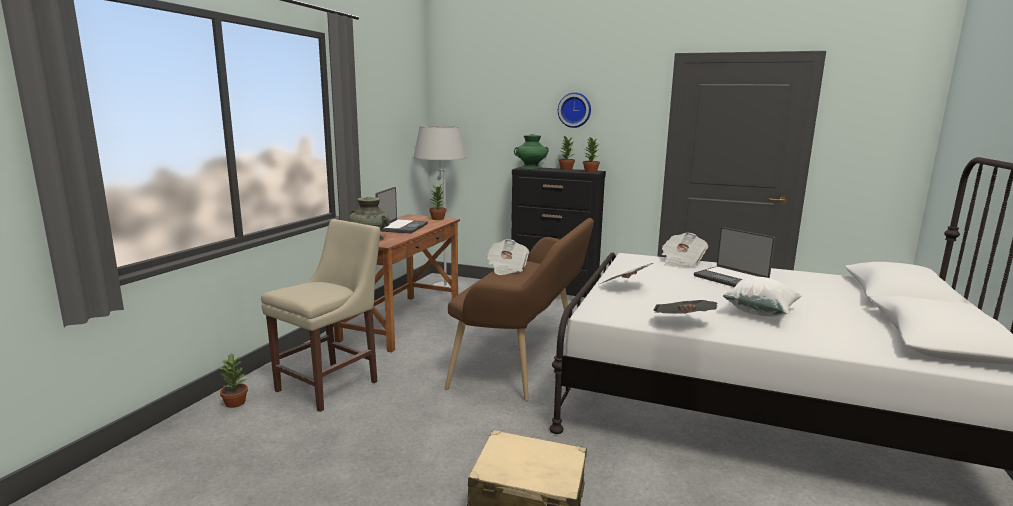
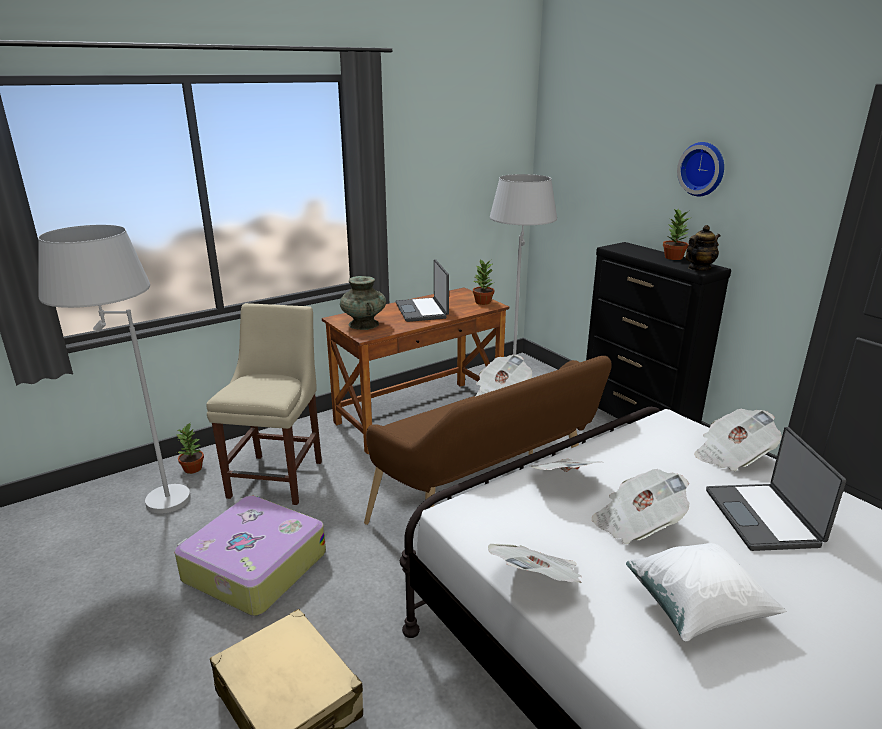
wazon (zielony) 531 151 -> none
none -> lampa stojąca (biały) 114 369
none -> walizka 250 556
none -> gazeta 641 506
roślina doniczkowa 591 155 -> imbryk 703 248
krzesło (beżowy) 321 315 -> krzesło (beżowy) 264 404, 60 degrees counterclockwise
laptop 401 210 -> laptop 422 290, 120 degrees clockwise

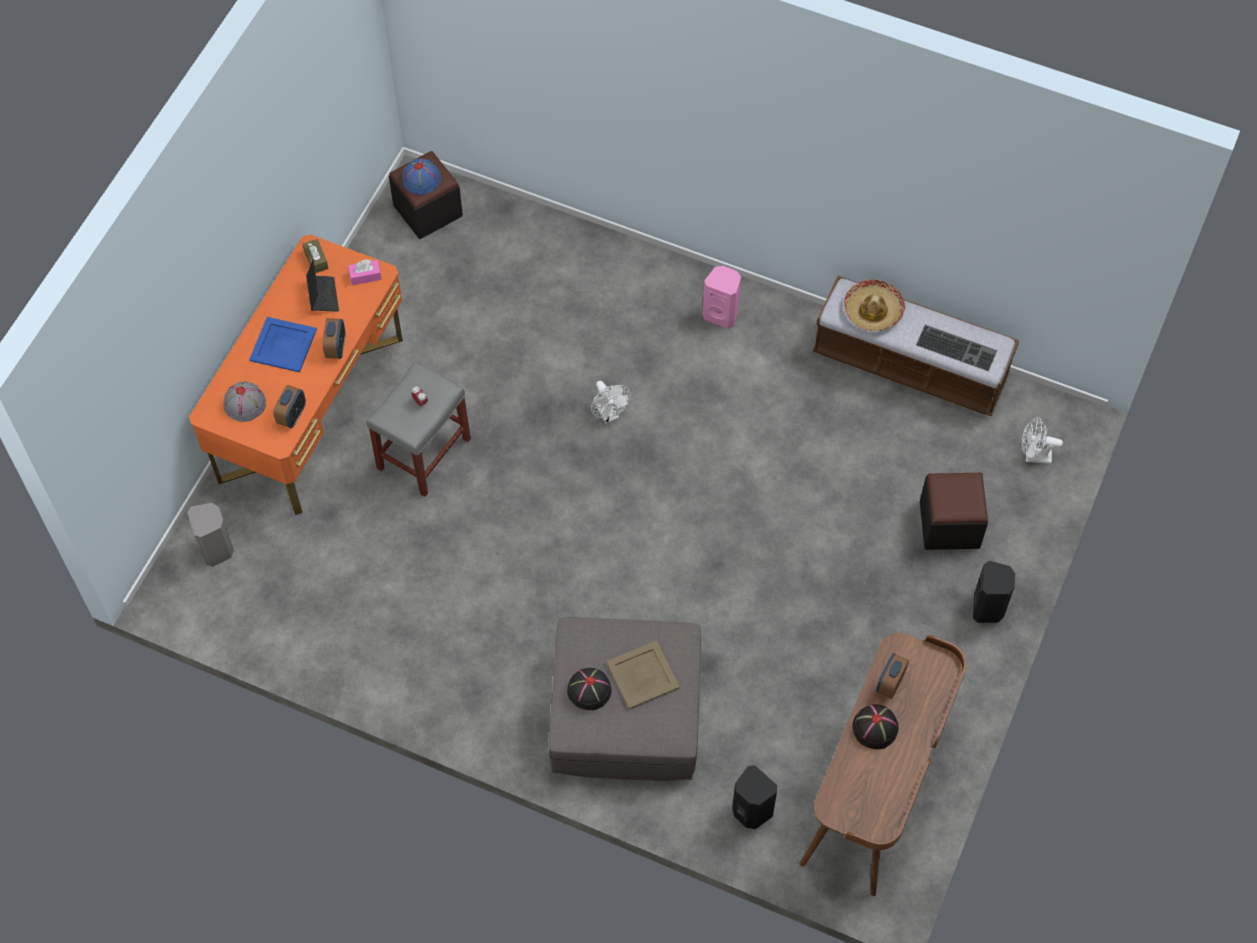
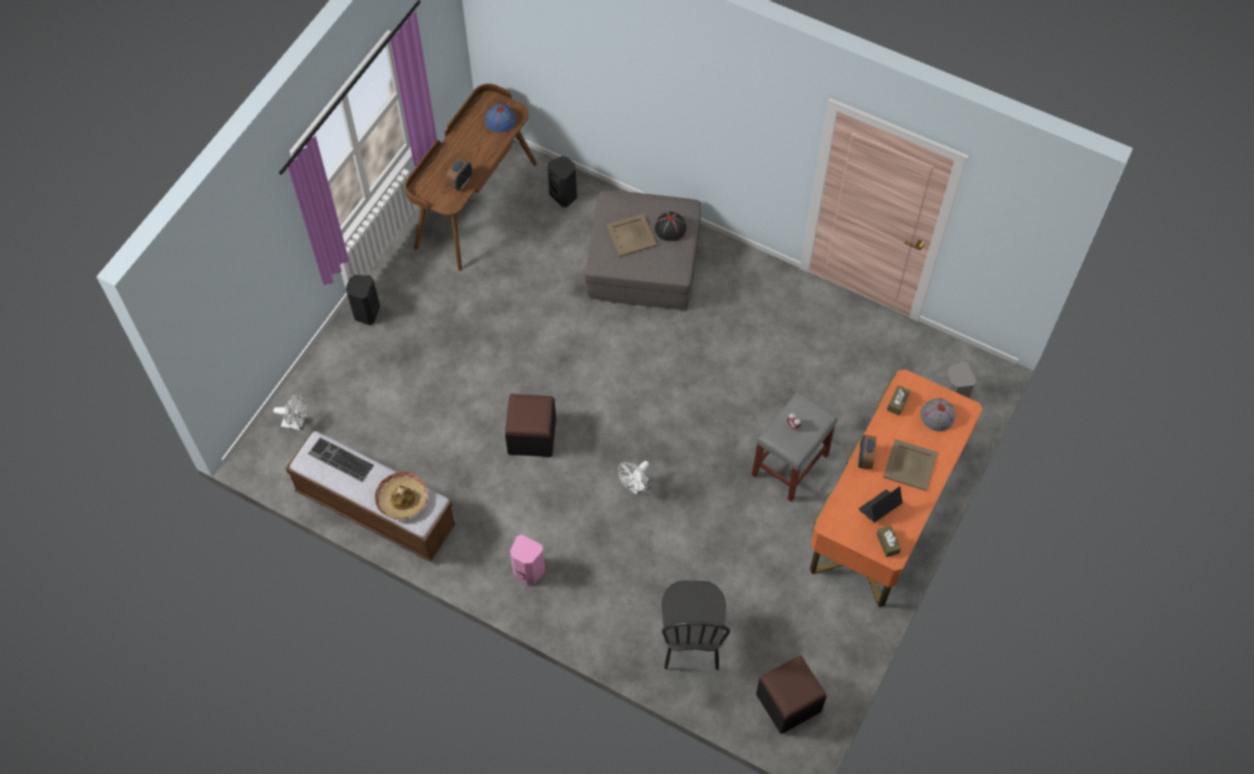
pudełko chusteczek (różowy) 365 272 -> none
kapelusz (czarny) 875 726 -> none
none -> krzesło (czarny) 695 625
kapelusz (niebieski) 421 176 -> kapelusz (niebieski) 500 118, shifted
pufa (czarny) 954 511 -> pufa (czarny) 530 425, shifted
budzik 289 406 -> pudełko chusteczek (brązowy) 898 400
taca (niebieski) 283 344 -> taca (beżowy) 910 465
laptop 322 285 -> laptop 880 504, 60 degrees clockwise
wentylator (biały) 611 402 -> wentylator (biały) 633 477, 120 degrees counterclockwise

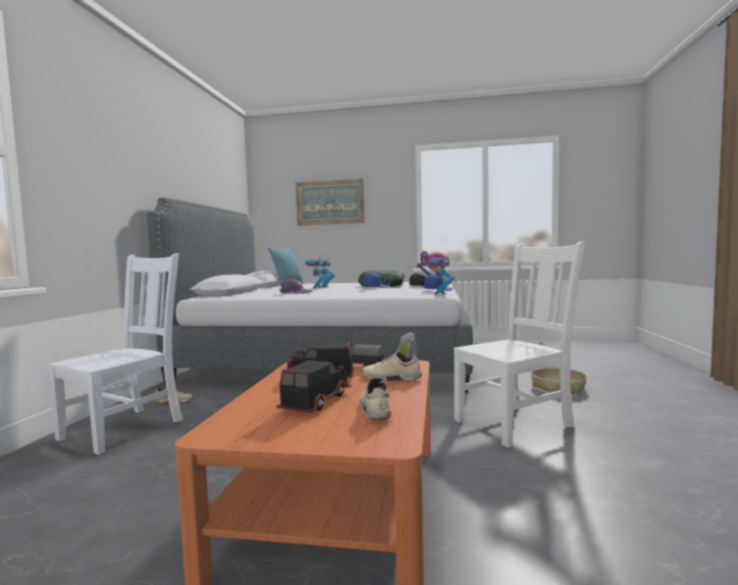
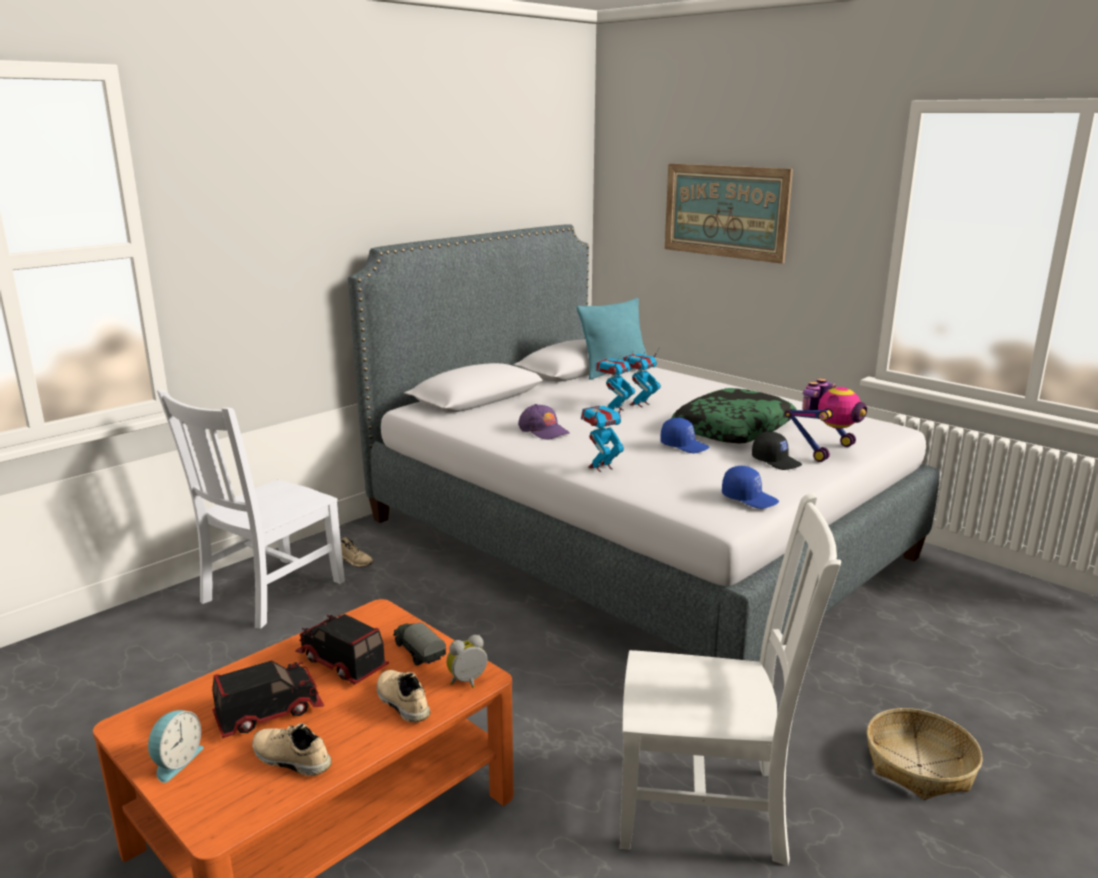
none -> budzik 176 746
robot zabawkowy 440 272 -> robot zabawkowy 602 436, shifted
krzesło (biały) 115 354 -> krzesło (biały) 251 509, 150 degrees clockwise
but (beżowy) 375 398 -> but (beżowy) 292 749, 90 degrees counterclockwise

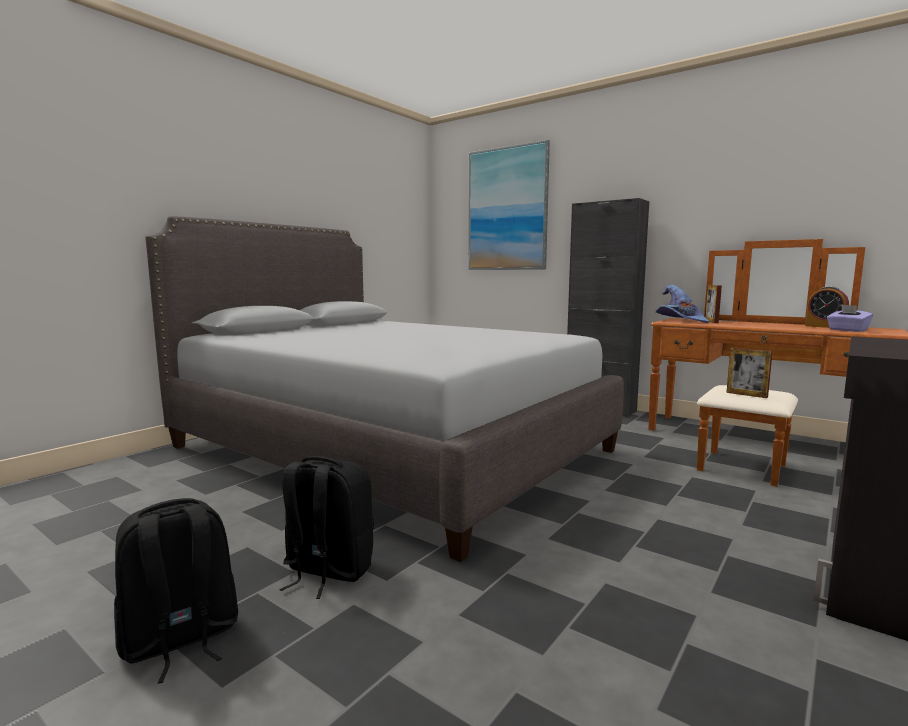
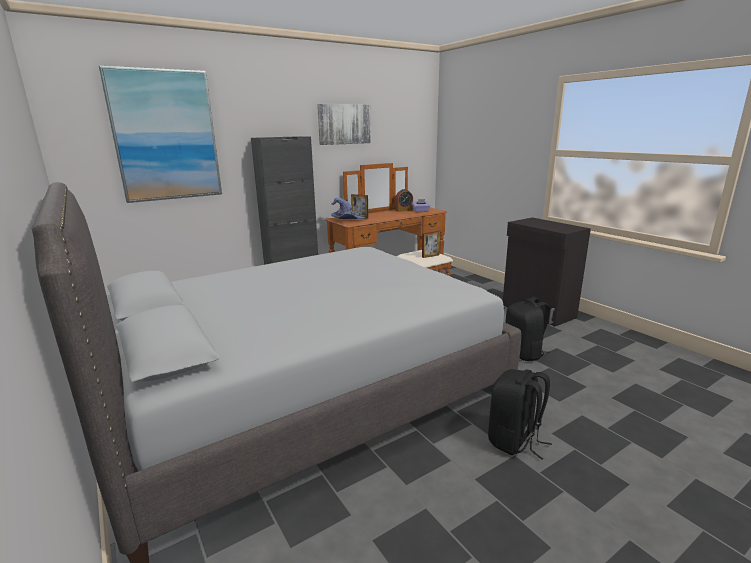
none -> obraz 344 124
plecak (czarny) 176 591 -> plecak (czarny) 527 329, shifted

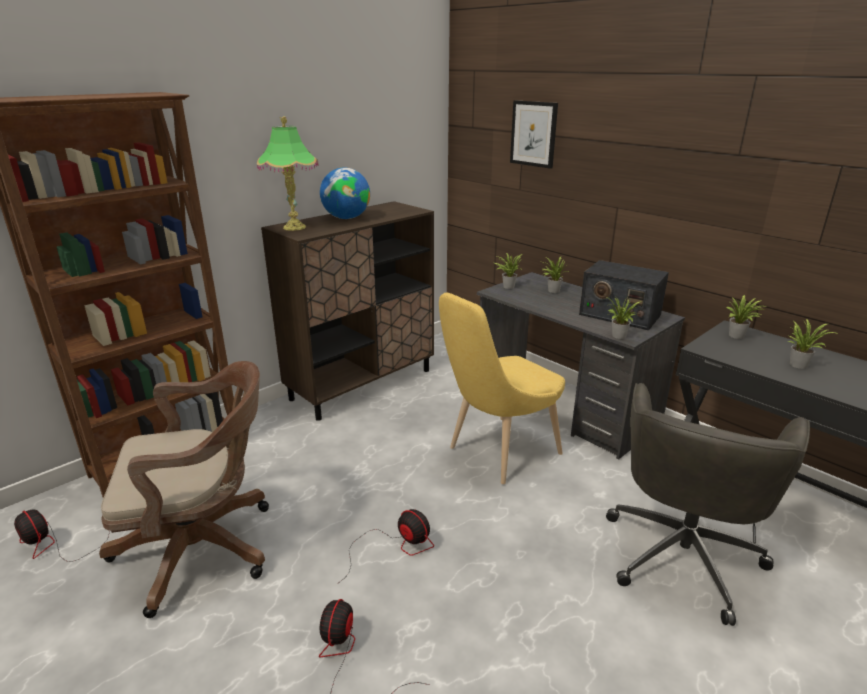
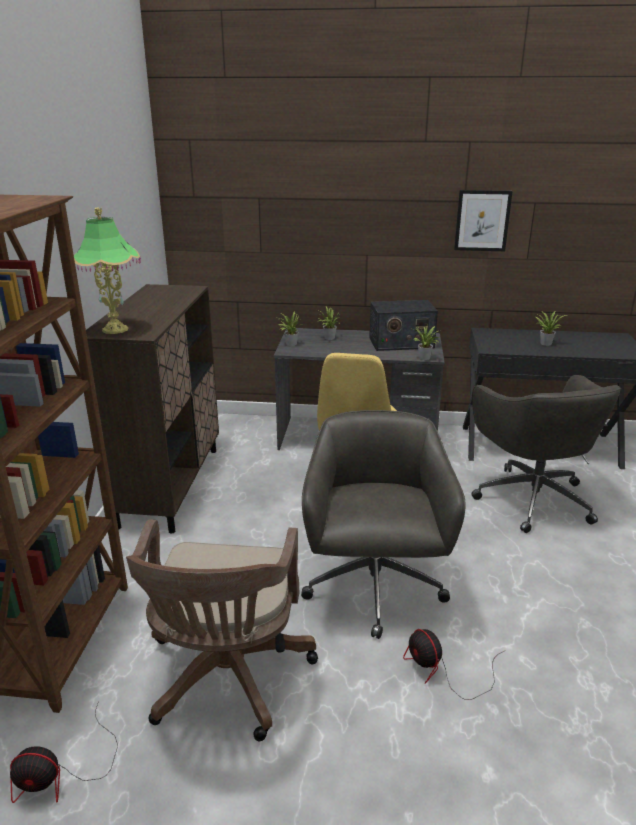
globus 345 193 -> none
roślina doniczkowa 745 317 -> none
obraz 534 134 -> obraz 483 220, shifted
wentylator 385 546 -> krzesło biurowe (szary) 383 524
krzesło biurowe (brązowy) 184 489 -> krzesło biurowe (brązowy) 222 630, 150 degrees clockwise

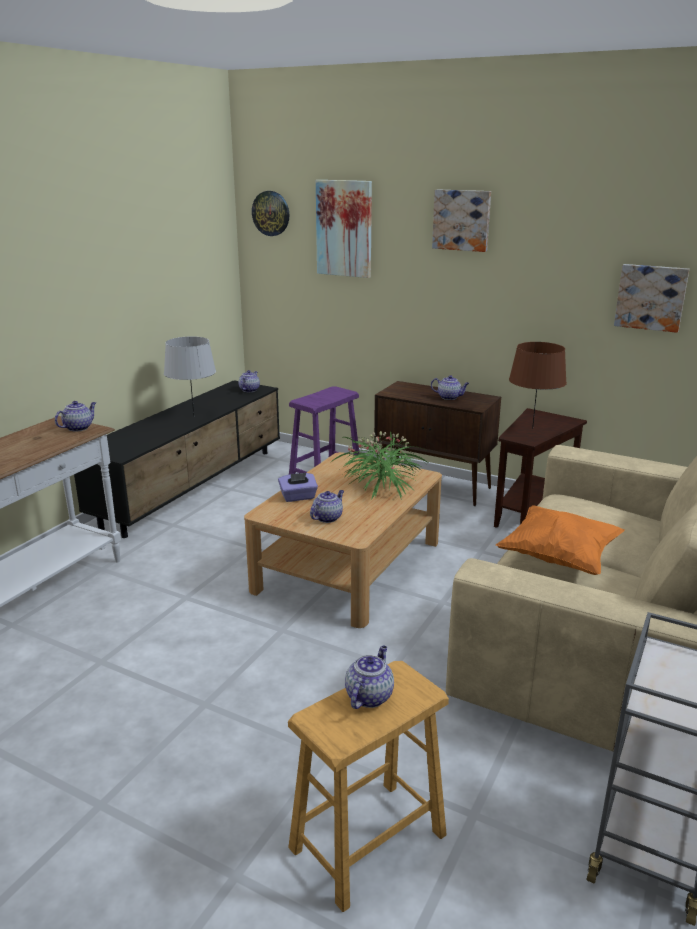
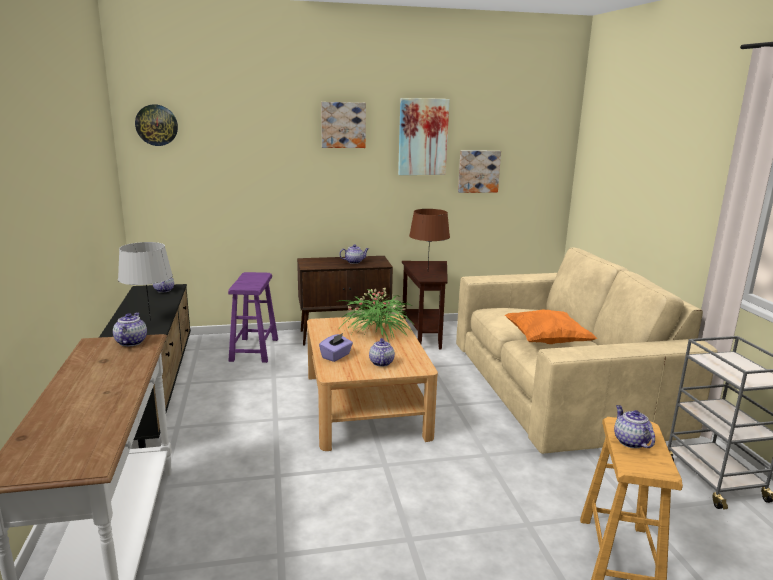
obraz 344 229 -> obraz 424 136, shifted

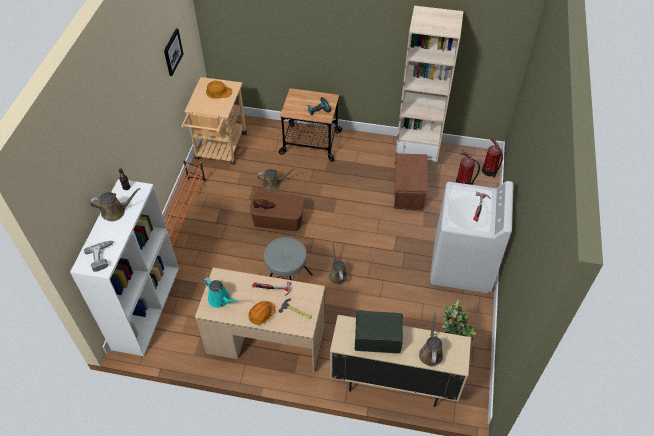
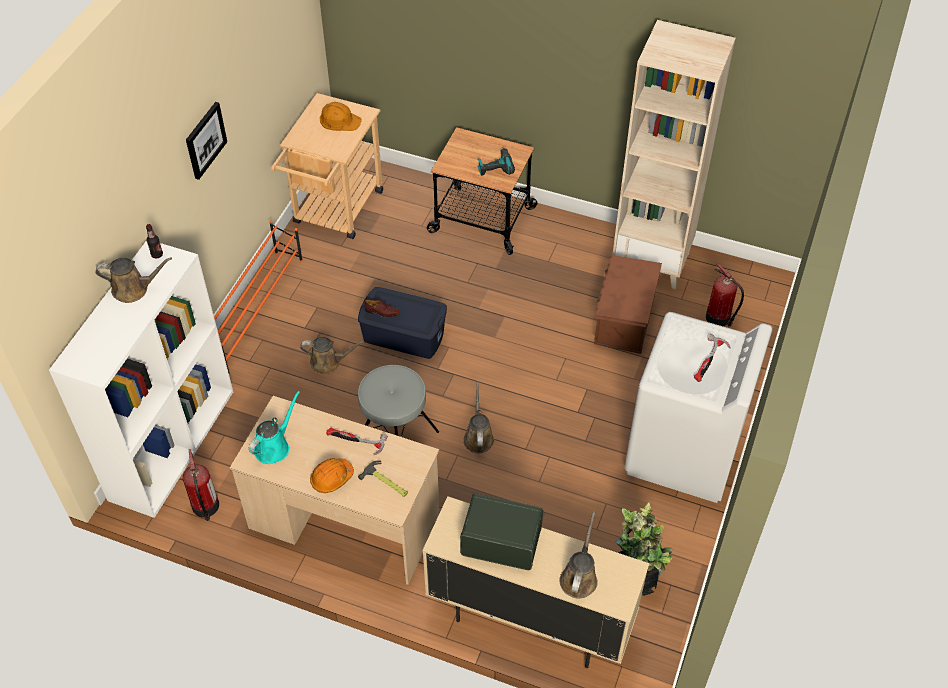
wiertarka 99 256 -> none
obraz 173 52 -> obraz 206 141, shifted
konewka (brązowy) 276 179 -> konewka (brązowy) 332 355, shifted
gaśnica 492 157 -> gaśnica 201 485, shifted
pojemnik do przechowywania (brązowy) 277 211 -> pojemnik do przechowywania (niebieski) 402 323
konewka (turkusowy) 221 292 -> konewka (turkusowy) 274 427, 105 degrees counterclockwise

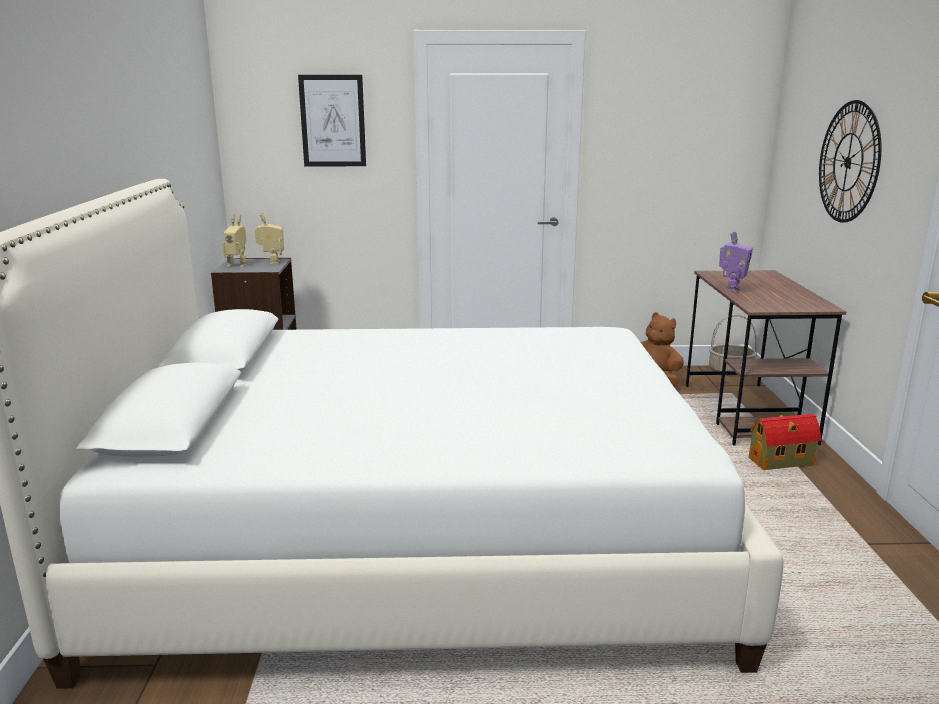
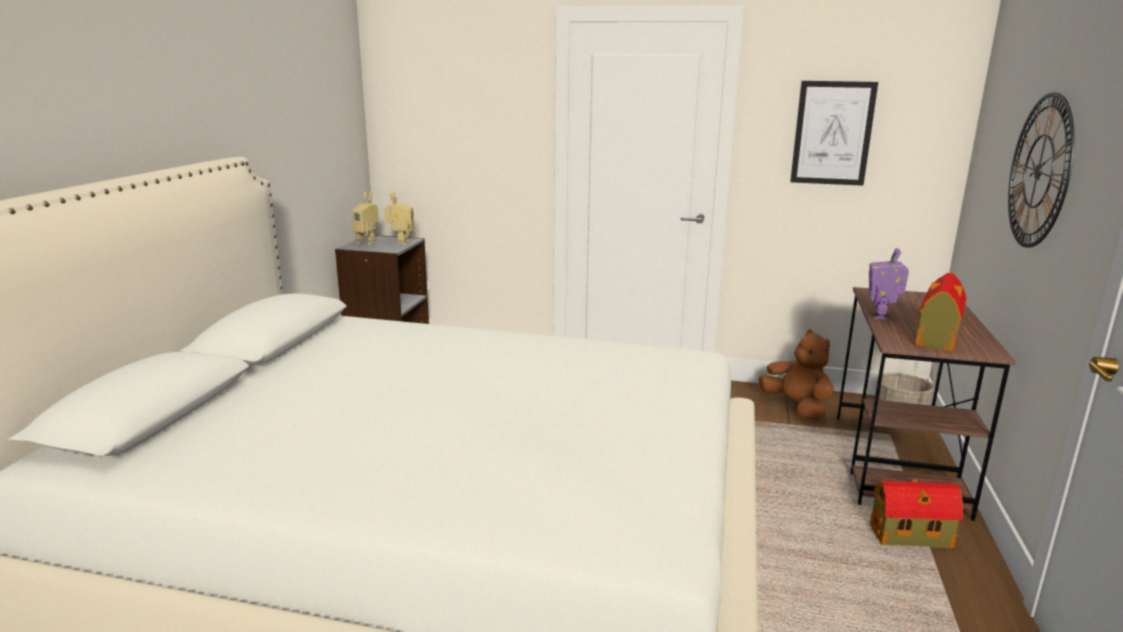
none -> domek 940 312
obraz 332 120 -> obraz 834 133, shifted
robot zabawkowy 736 262 -> robot zabawkowy 889 284, 150 degrees clockwise

